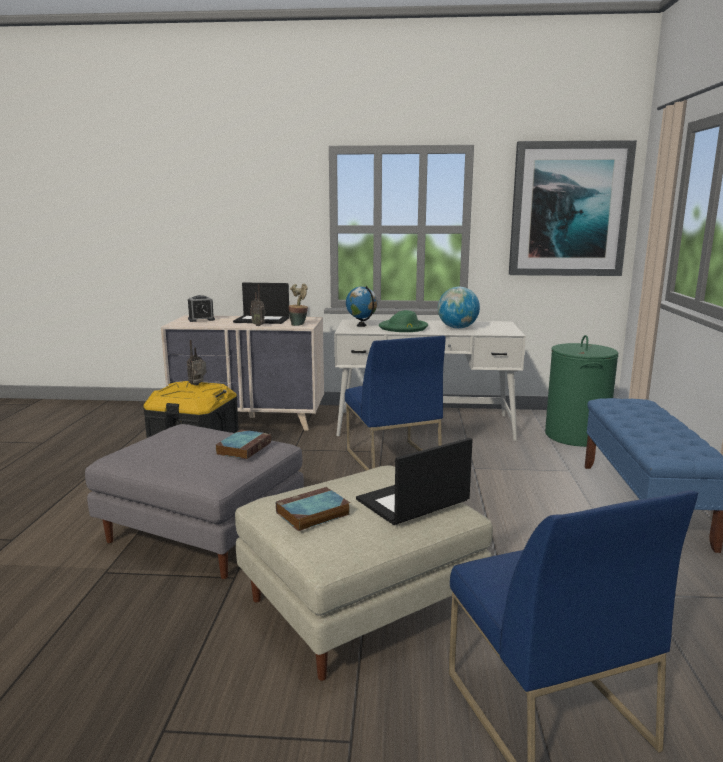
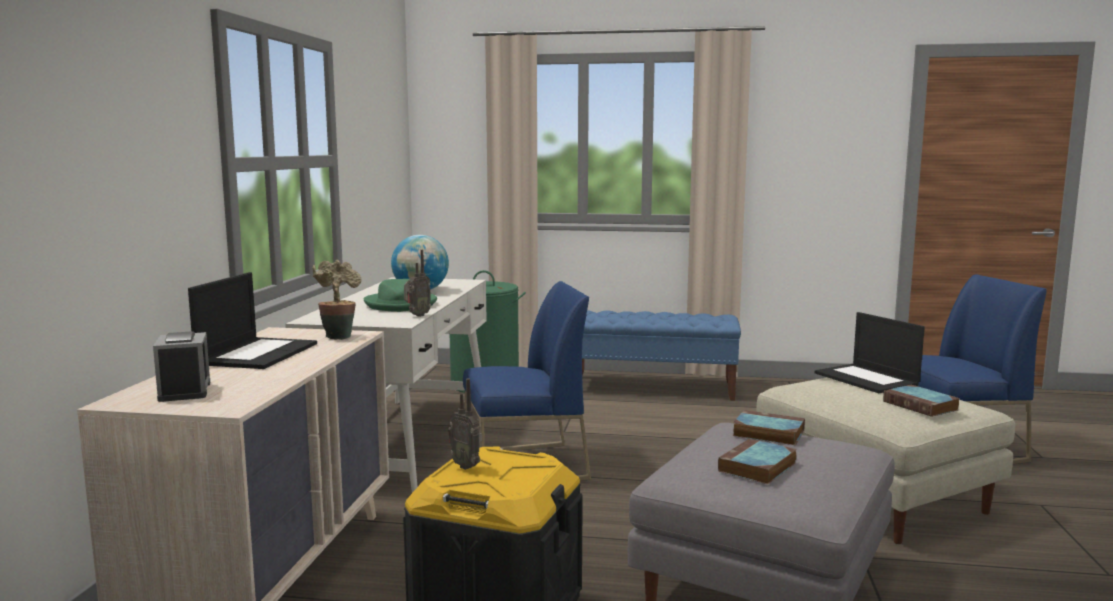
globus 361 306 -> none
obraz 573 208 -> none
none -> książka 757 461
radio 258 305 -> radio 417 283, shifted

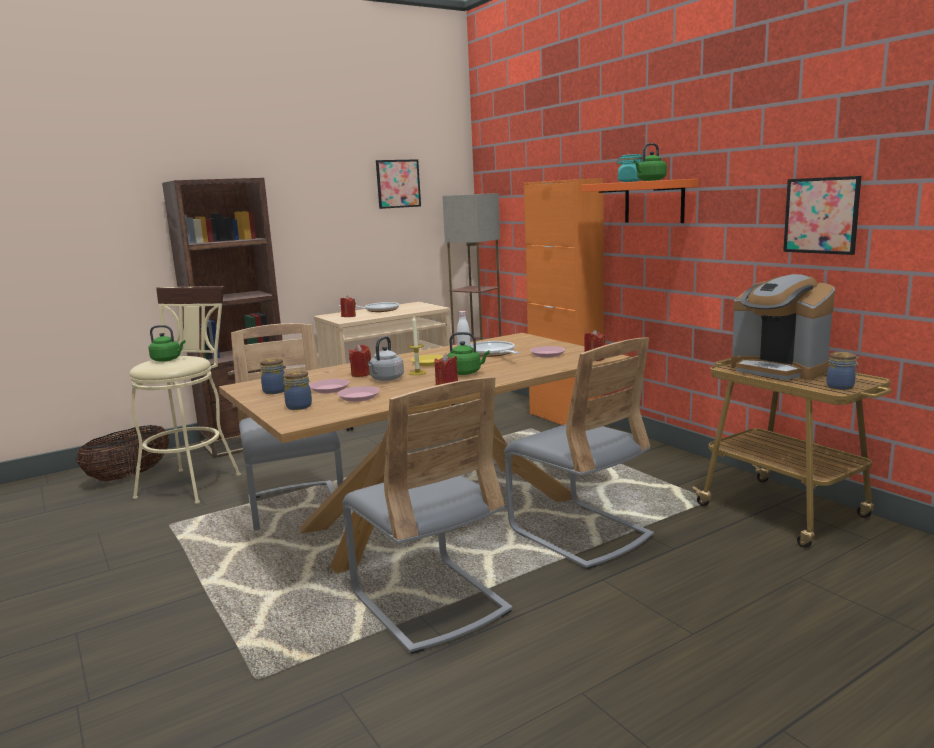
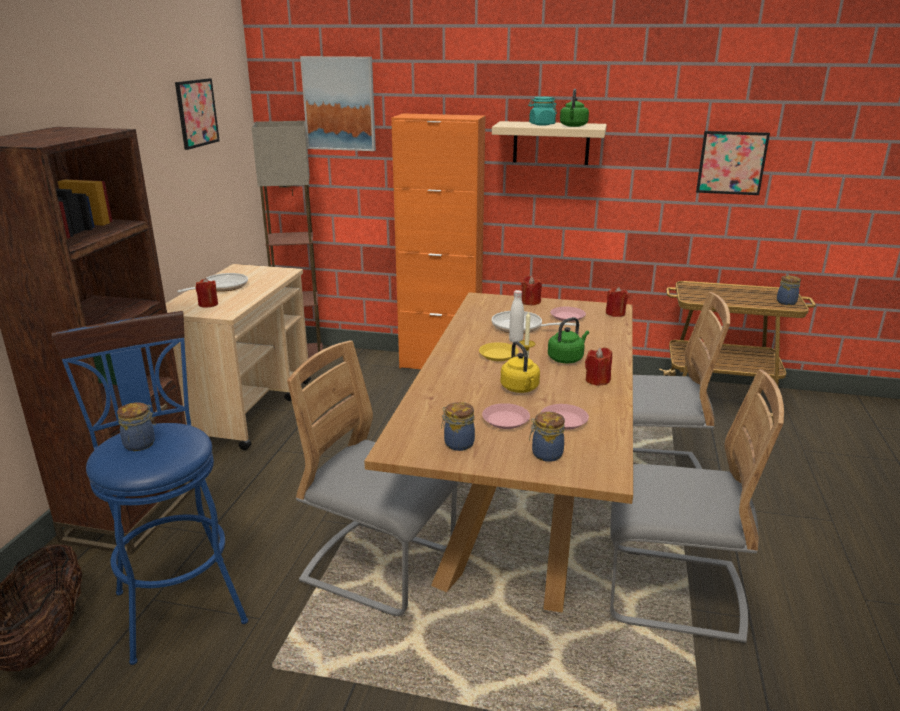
ekspres do kawy 783 327 -> none
none -> obraz 338 103
świeca (czerwony) 360 360 -> świeca (czerwony) 531 290, shifted
czajnik (zielony) 166 343 -> słoik 136 426
stołek (beżowy) 185 395 -> stołek (niebieski) 149 488
czajnik (szary) 386 358 -> czajnik (żółty) 520 367
półka (pomarańczowy) 639 201 -> półka (beżowy) 549 143

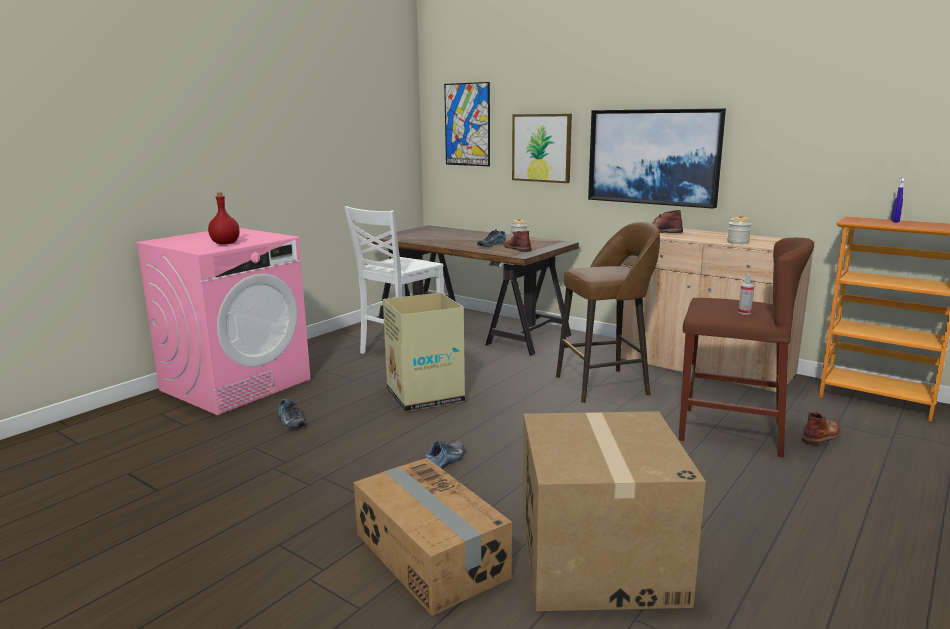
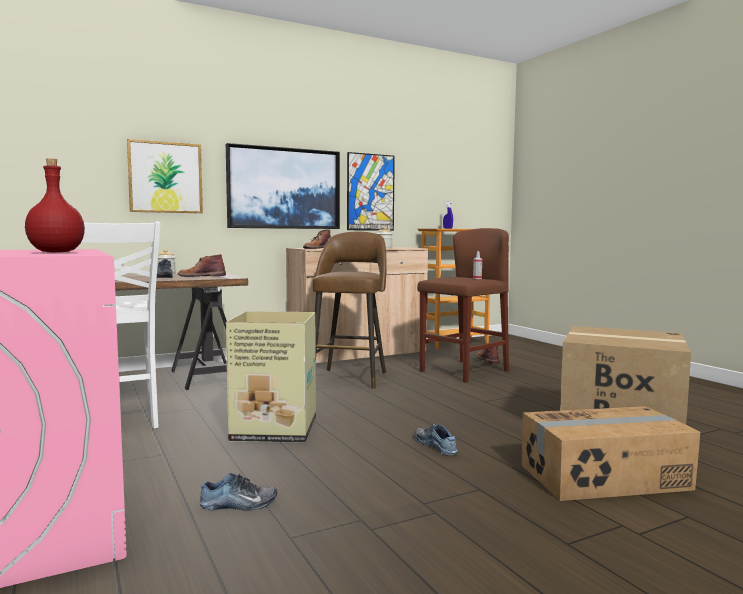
obraz 467 124 -> obraz 371 191, shifted

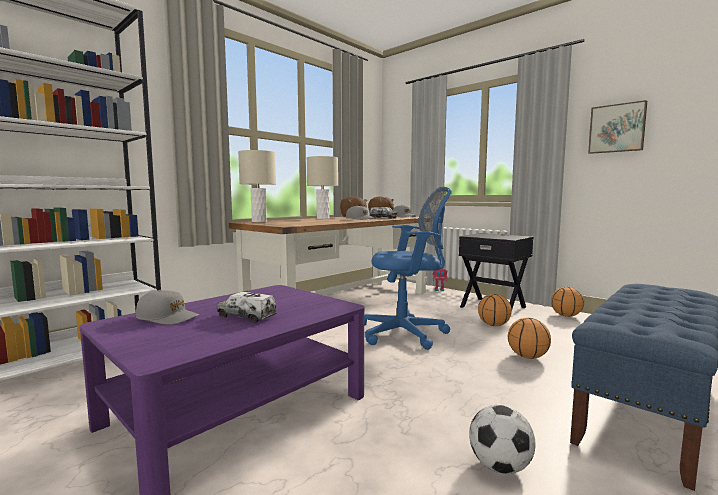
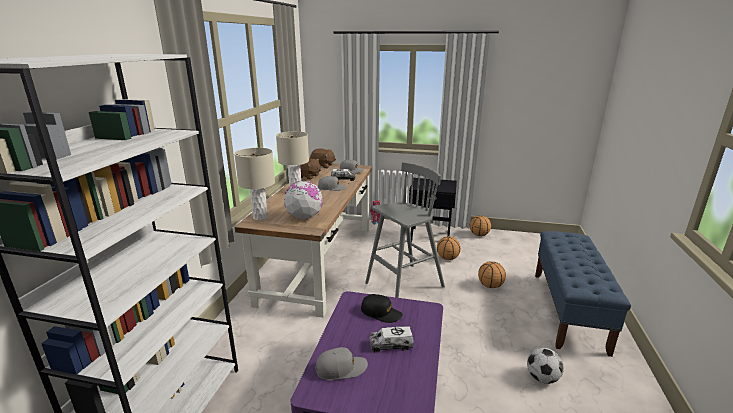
obraz 617 127 -> none
none -> globus 303 200
none -> czapka z daszkiem (czarny) 382 308
krzesło biurowe (niebieski) 408 268 -> stołek (szary) 405 230

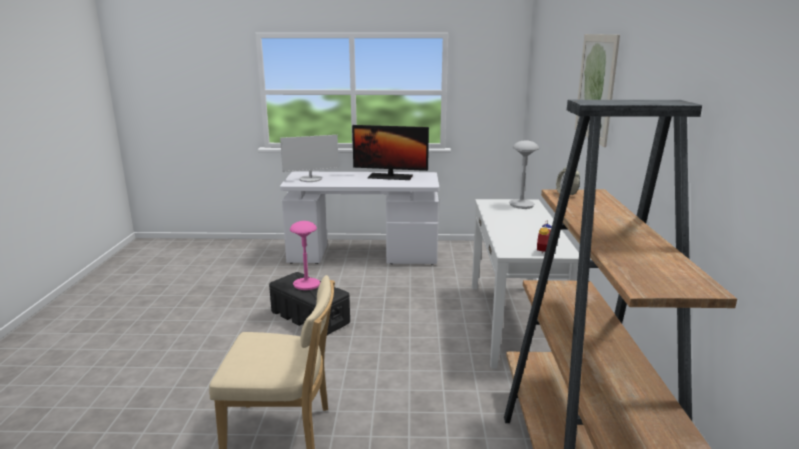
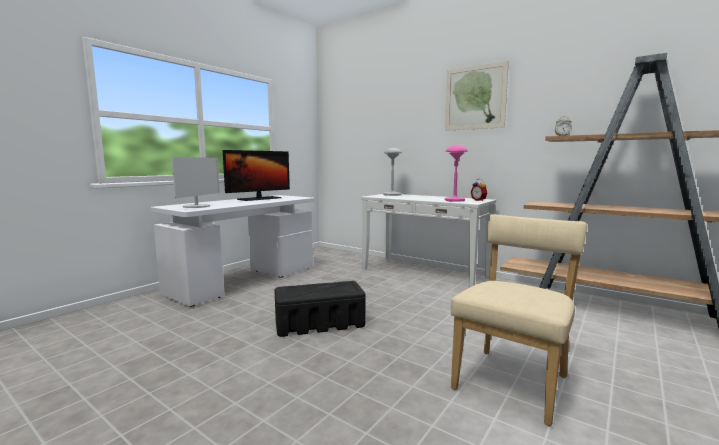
lampa stołowa (różowy) 305 255 -> lampa stołowa (różowy) 456 173, shifted

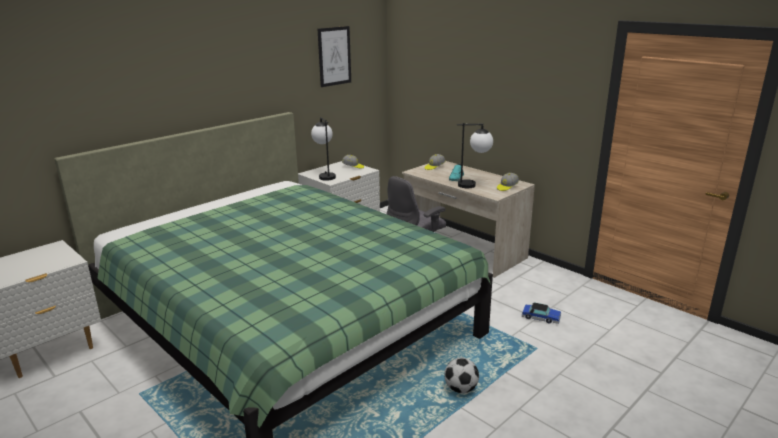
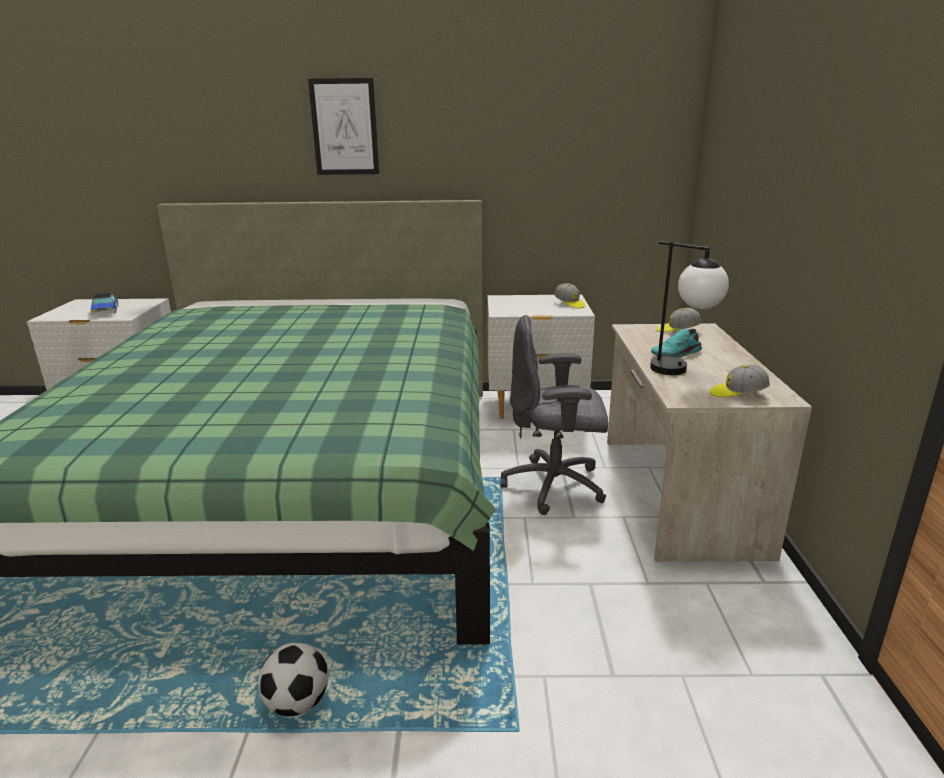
lampa stołowa 323 149 -> none
obraz 334 56 -> obraz 343 126, shifted
samochodzik 541 313 -> samochodzik 104 304, shifted

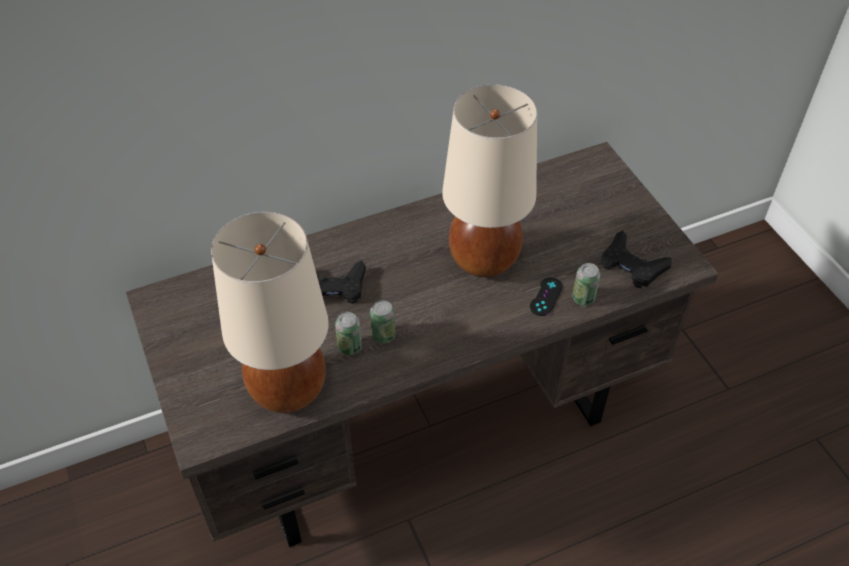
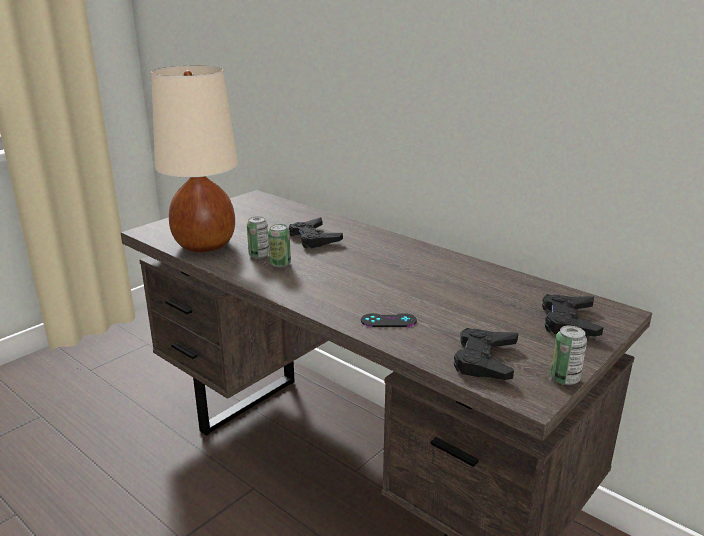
lampa stołowa (beżowy) 489 180 -> none
none -> pad do gier (czarny) 573 315
puszka 586 284 -> puszka 568 355, shifted

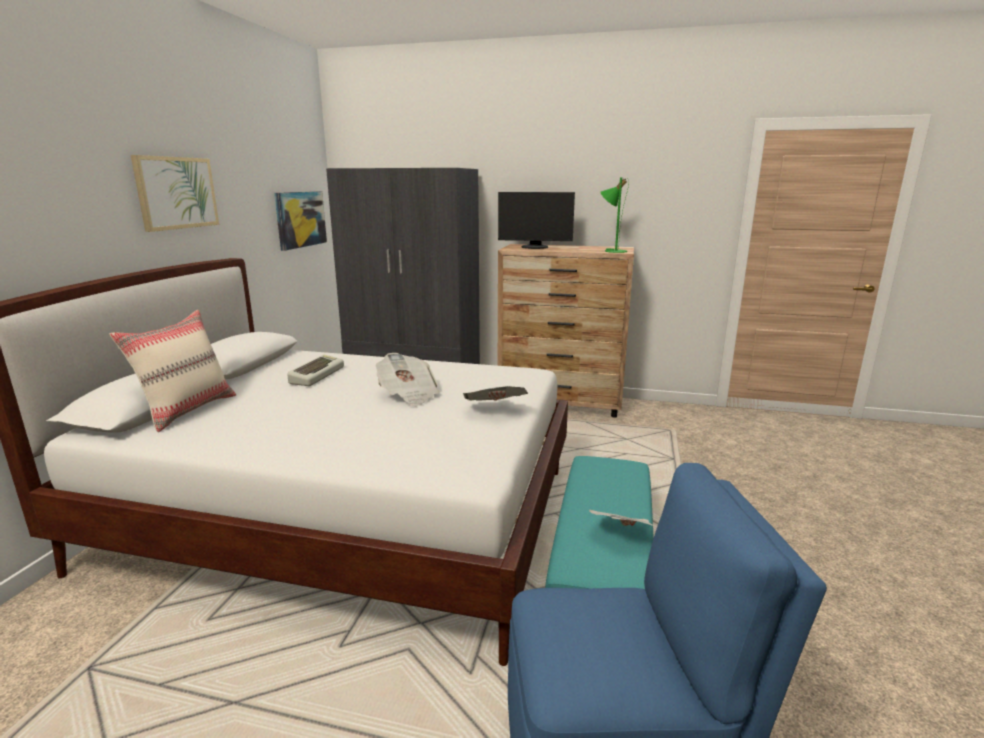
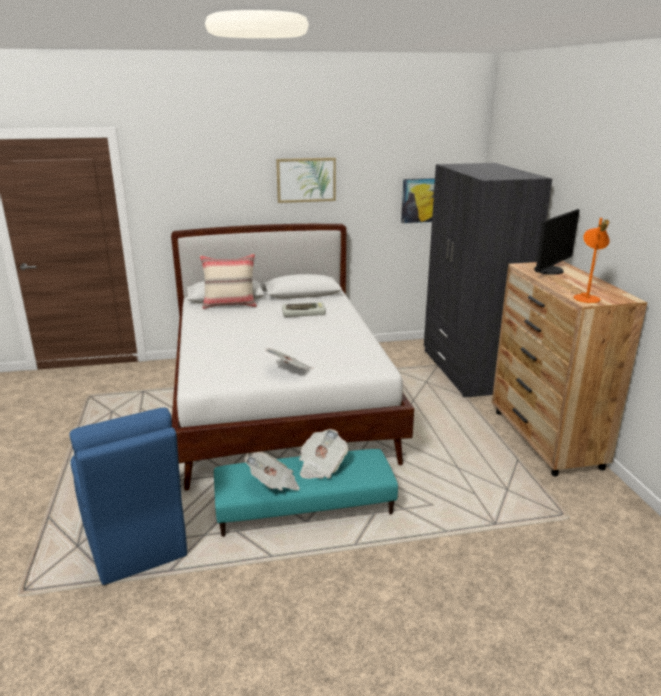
gazeta 408 379 -> gazeta 323 454, shifted
lampa stołowa (zielony) 614 215 -> lampa stołowa (pomarańczowy) 591 260
monitor 536 220 -> monitor 557 242, 120 degrees counterclockwise

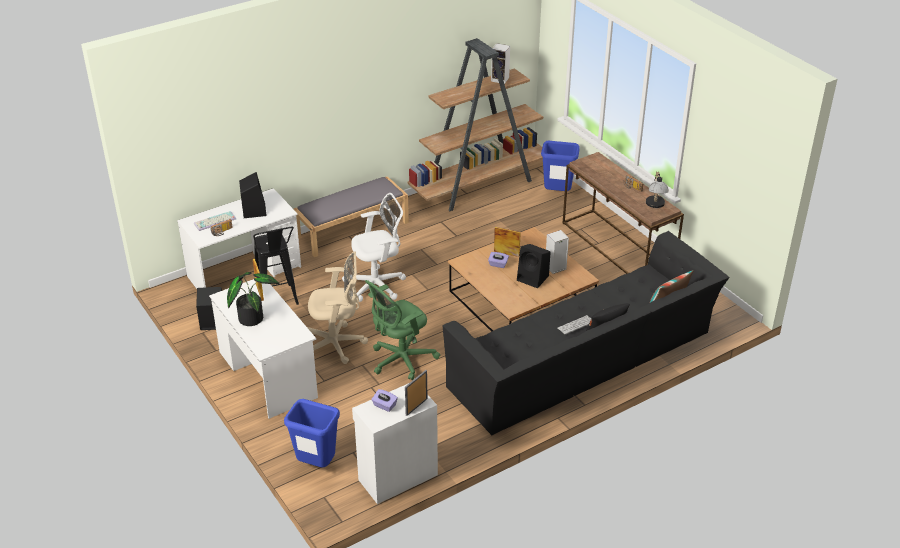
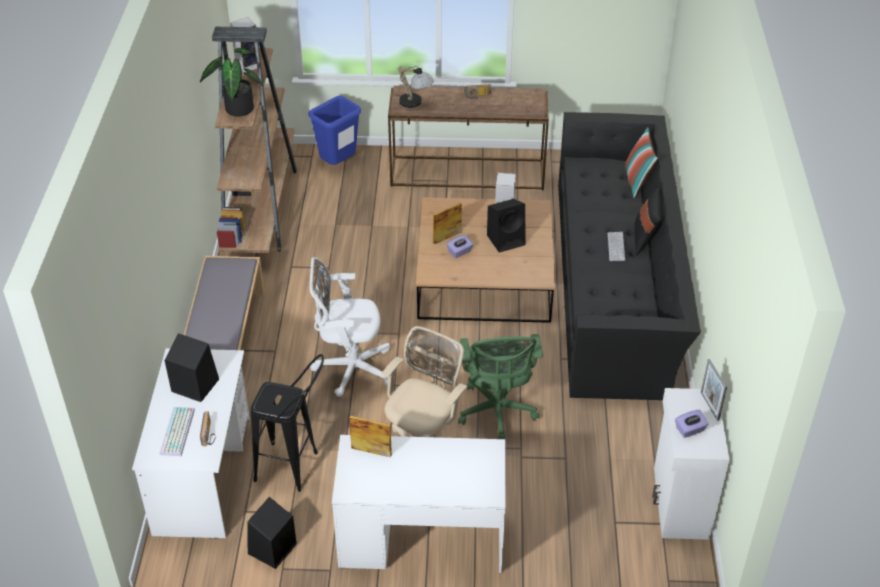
kosz na śmieci (niebieski) 312 433 -> none
roślina doniczkowa 253 299 -> roślina doniczkowa 231 82, shifted
lampa stołowa 657 190 -> lampa stołowa 414 87, shifted
krzesło biurowe (biały) 374 247 -> krzesło biurowe (biały) 350 327, 105 degrees counterclockwise

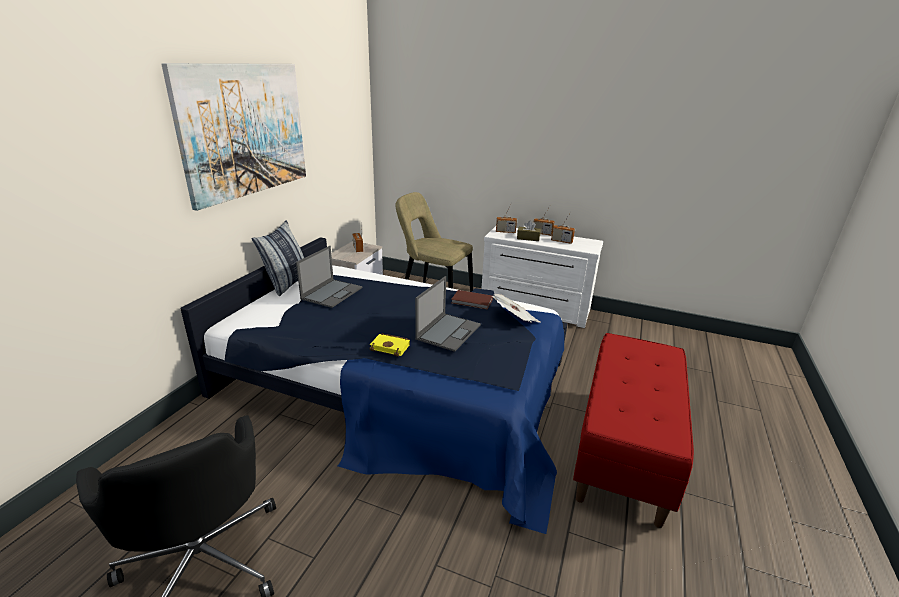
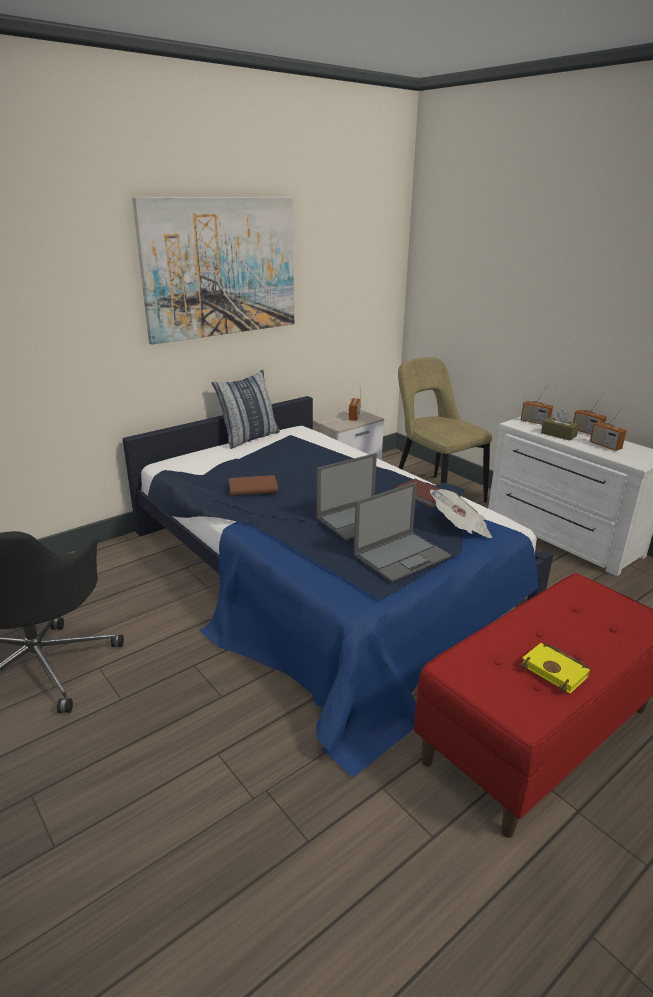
none -> książka (brązowy) 253 485
laptop 329 277 -> laptop 402 532, shifted
książka (żółty) 389 345 -> książka (żółty) 555 668, shifted

